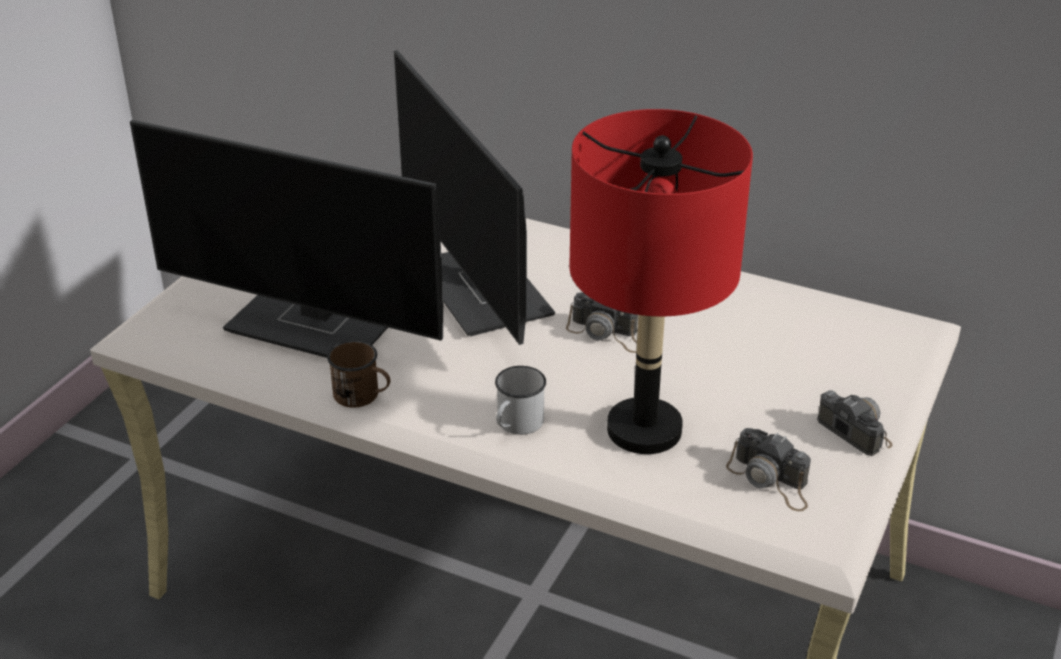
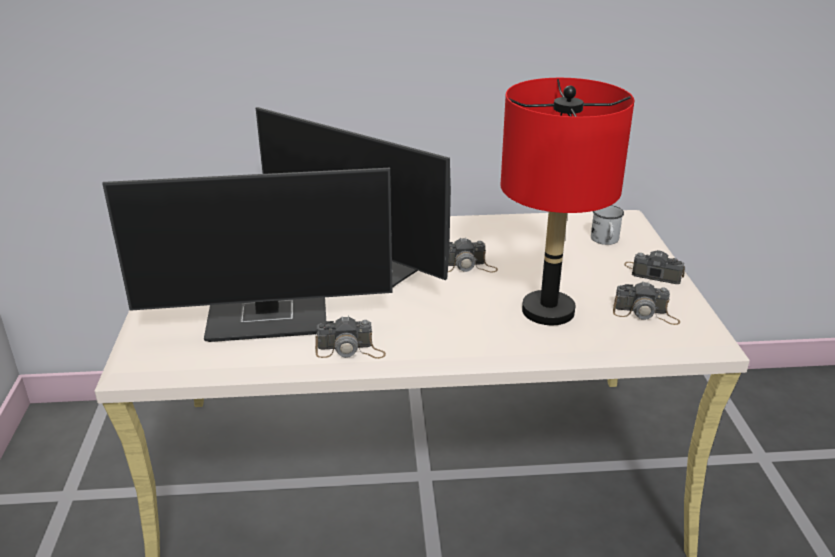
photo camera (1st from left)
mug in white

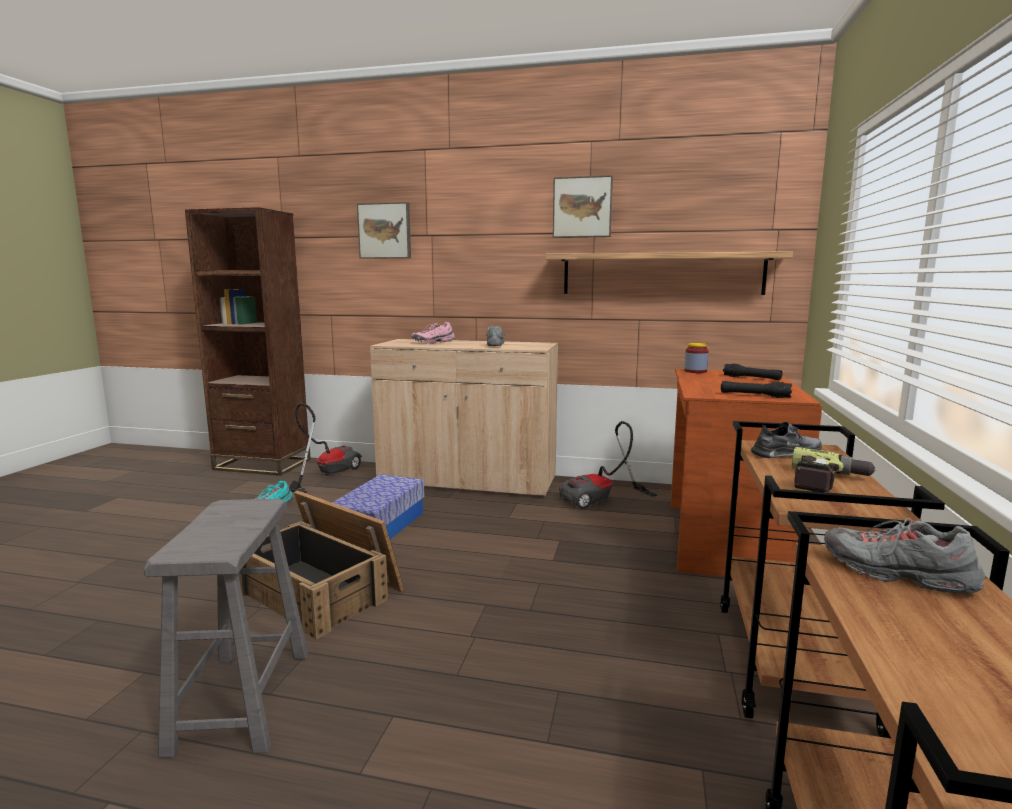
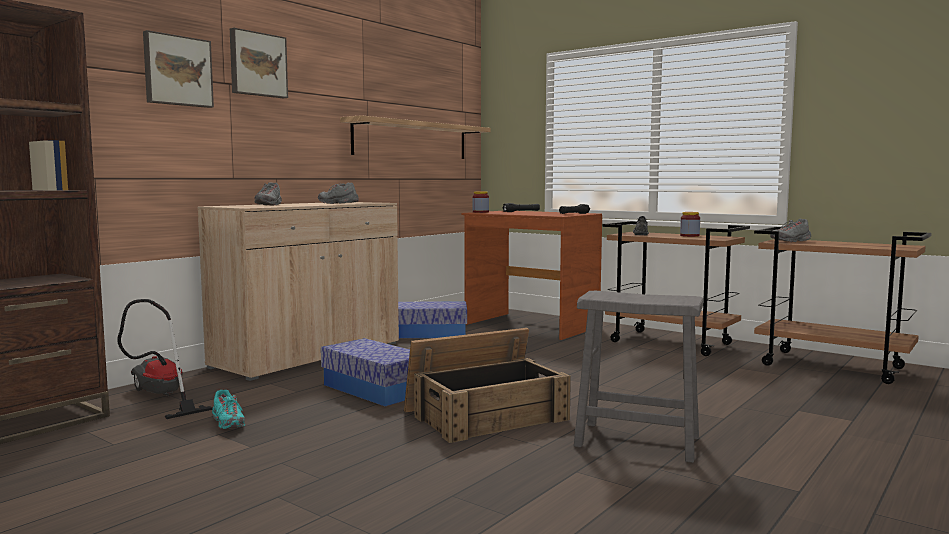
picture (2nd from left)
shoe in grey (1st from left)
storage box (2nd from left)
jar (2nd from left)

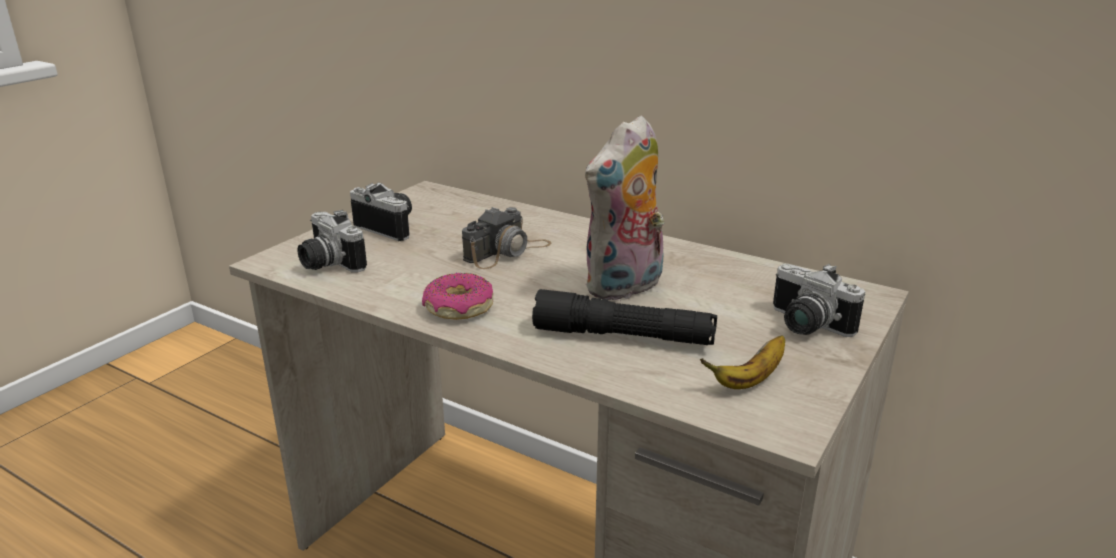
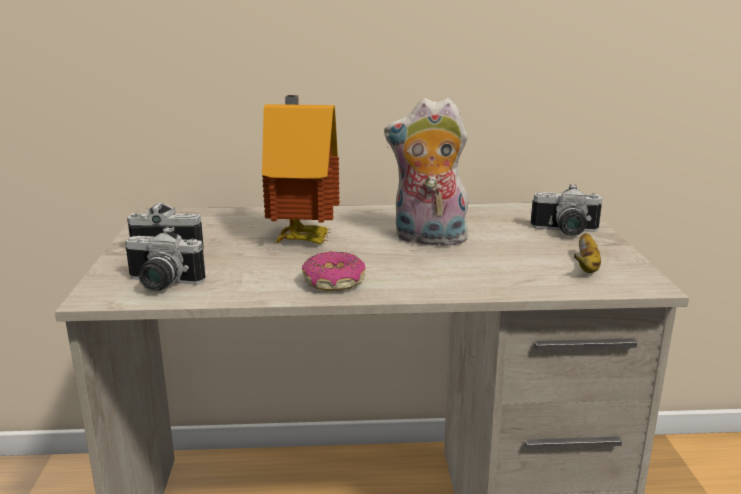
plush toy
toy house
flashlight in black

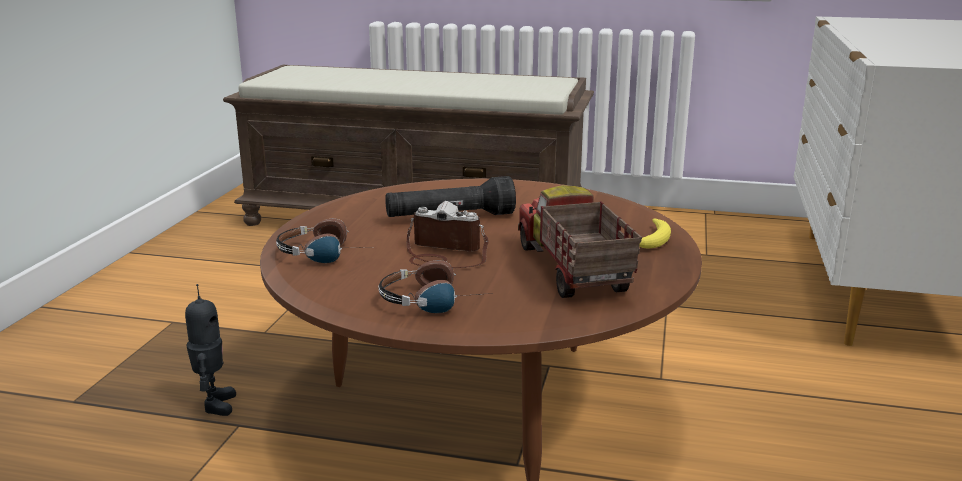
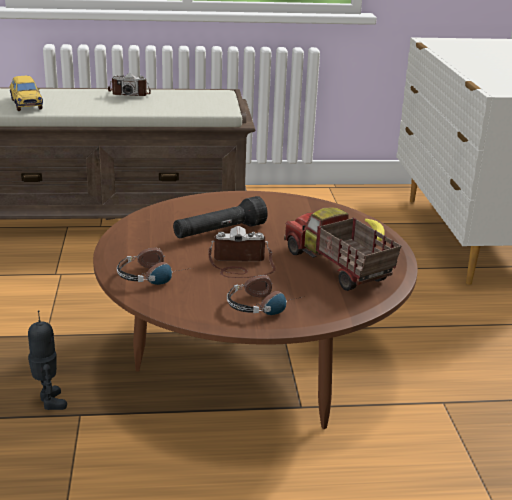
photo camera (1st from left)
toy car

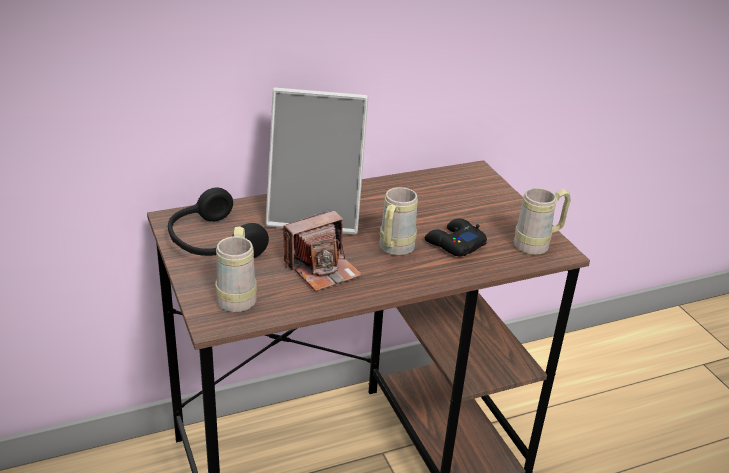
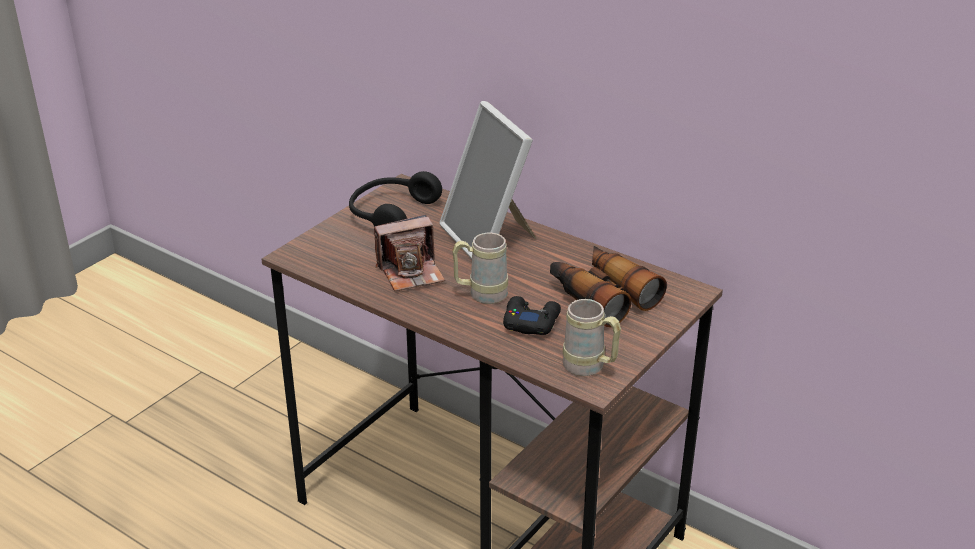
photo camera
mug in beige (1st from left in the first image)
binoculars

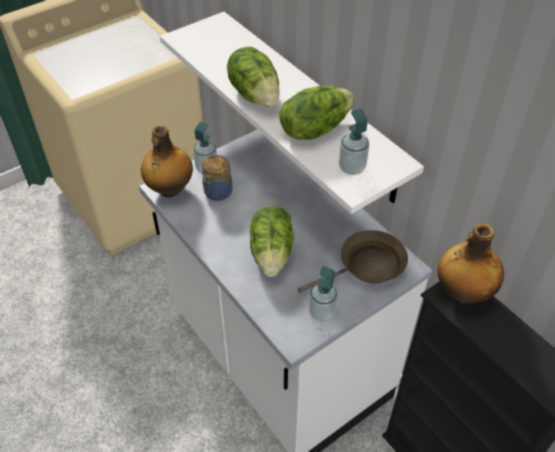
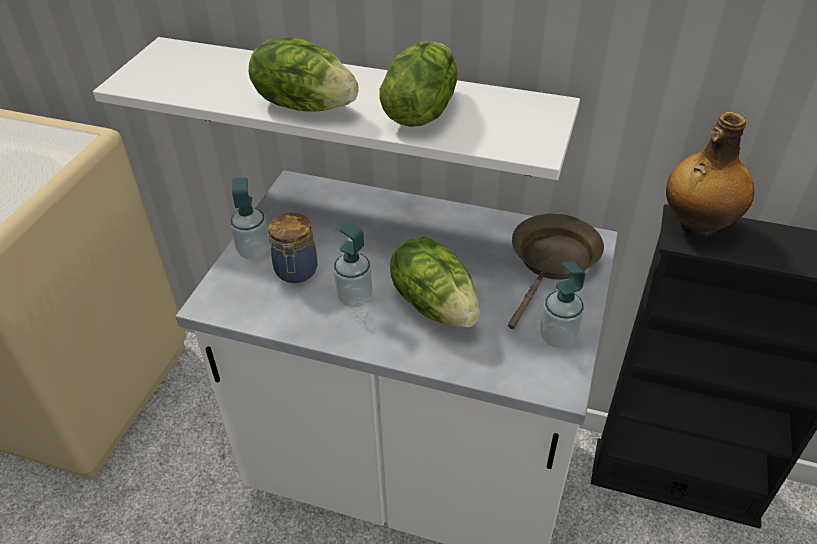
soap dispenser (2nd from left)
bottle (1st from left in the first image)

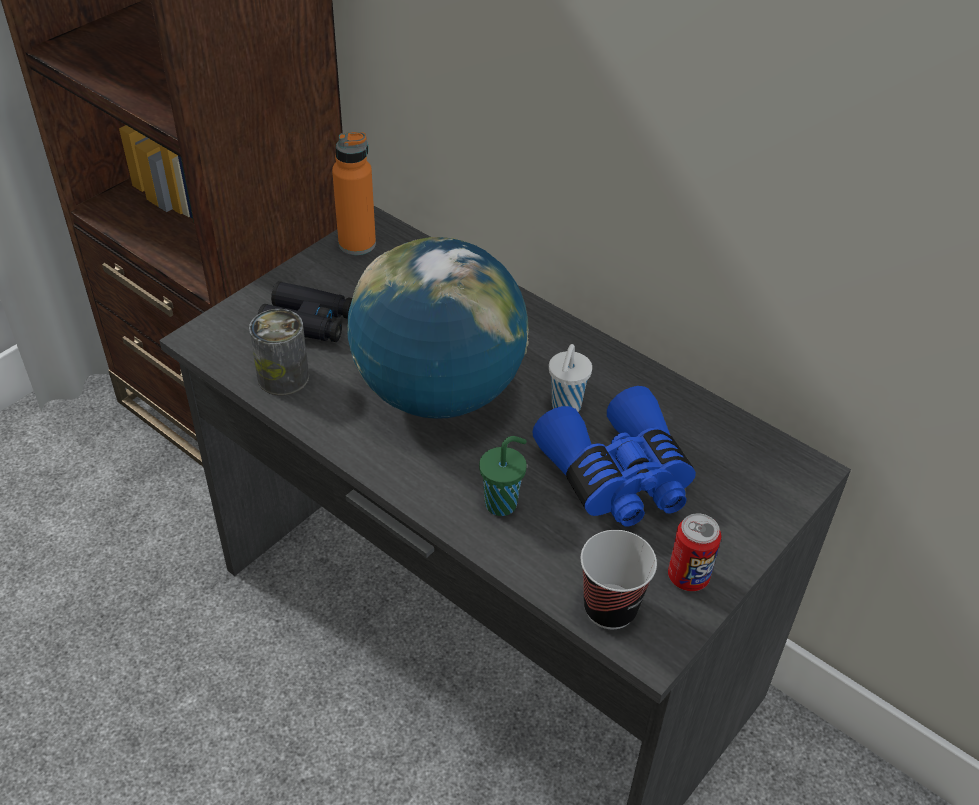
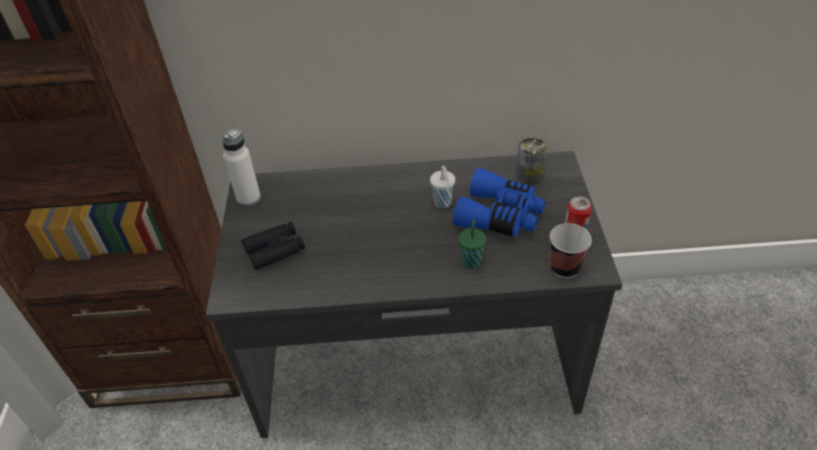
bottle in white
globe
can (1st from left)

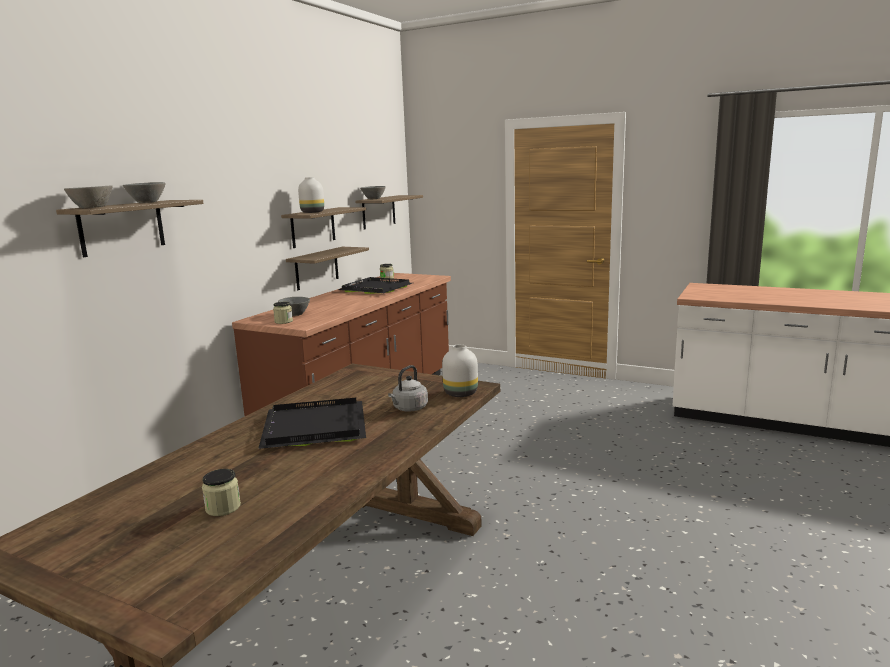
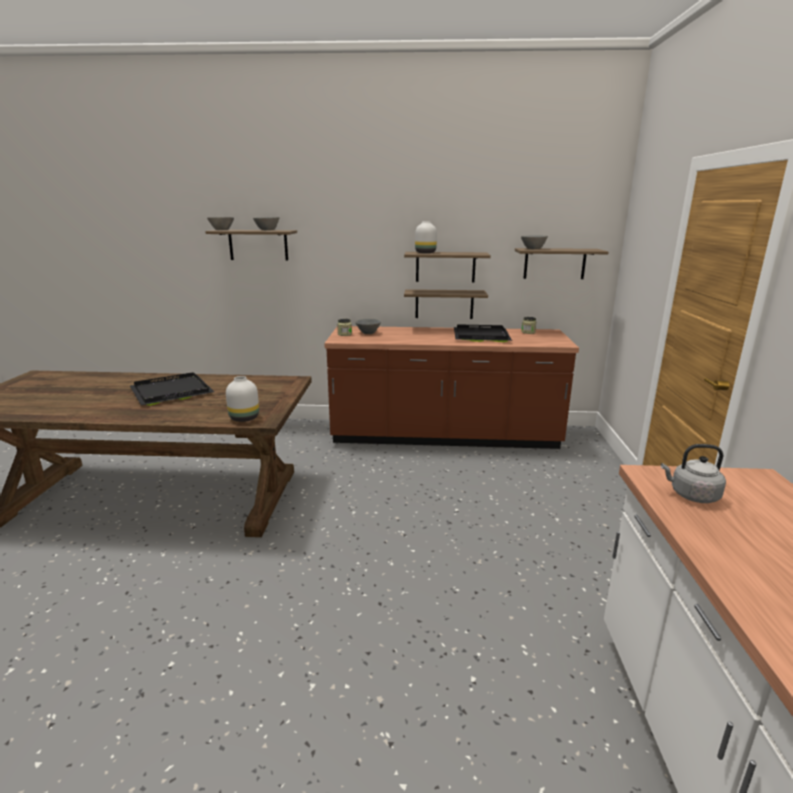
kettle in grey
jar (1st from left in the first image)

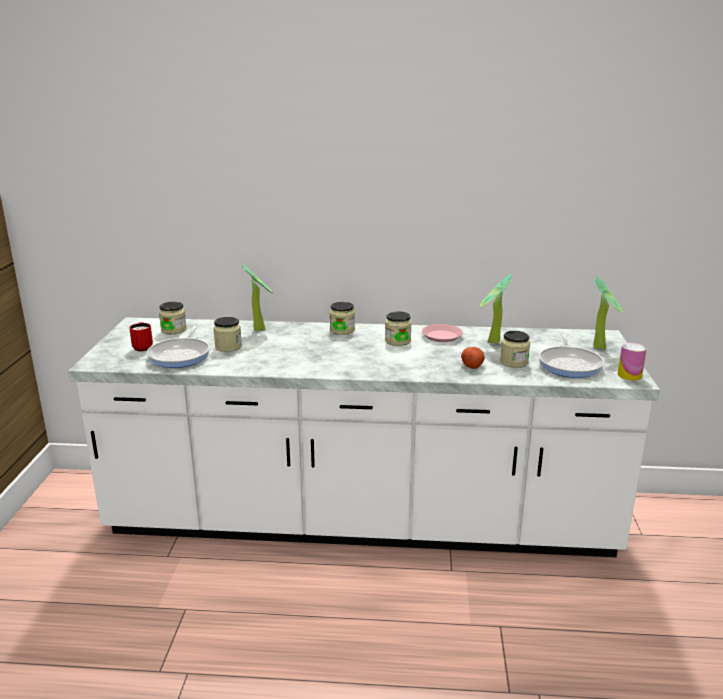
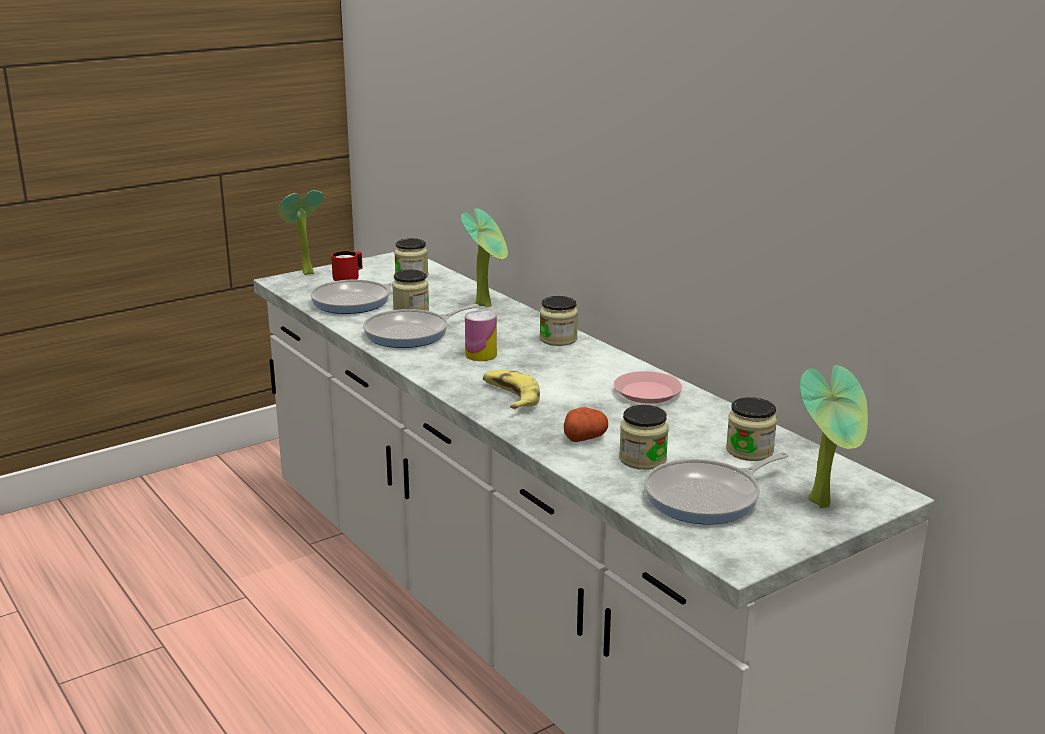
potted plant (1st from left)
jar (5th from left)
can
frying pan (2nd from left)
banana

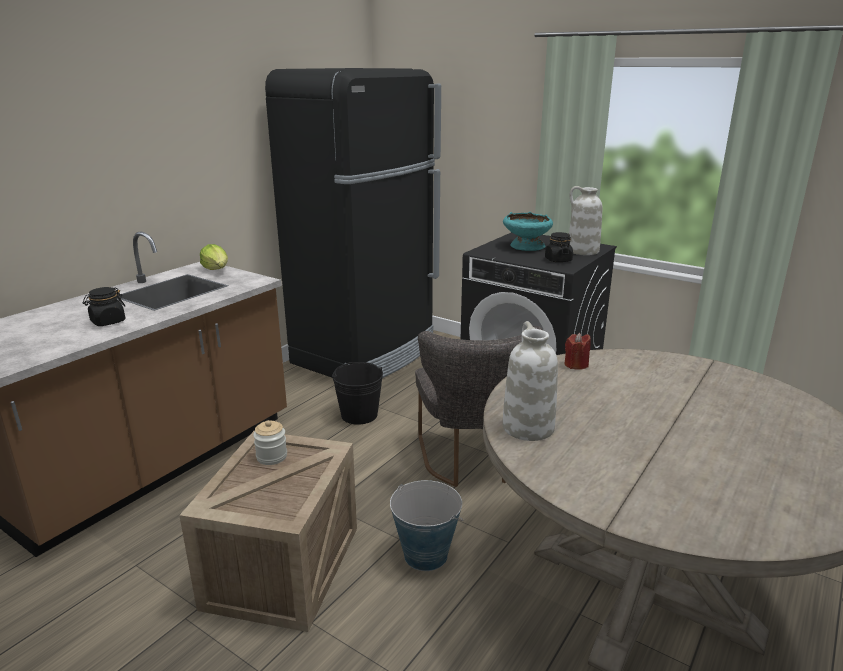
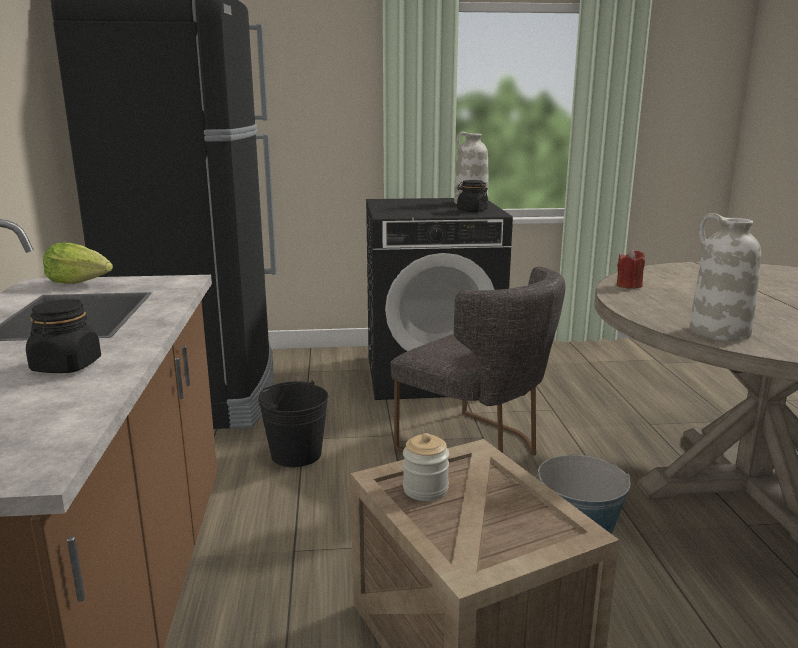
bowl in turquoise

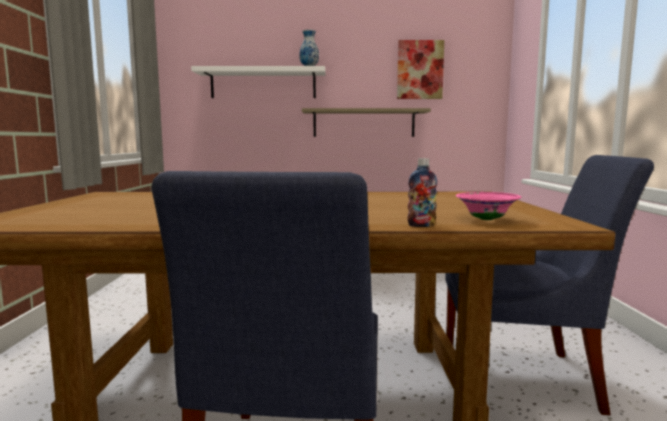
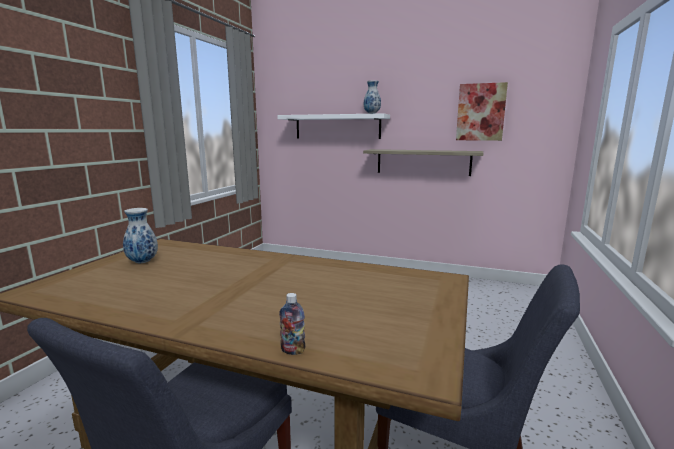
bowl in pink
vase (1st from left)

